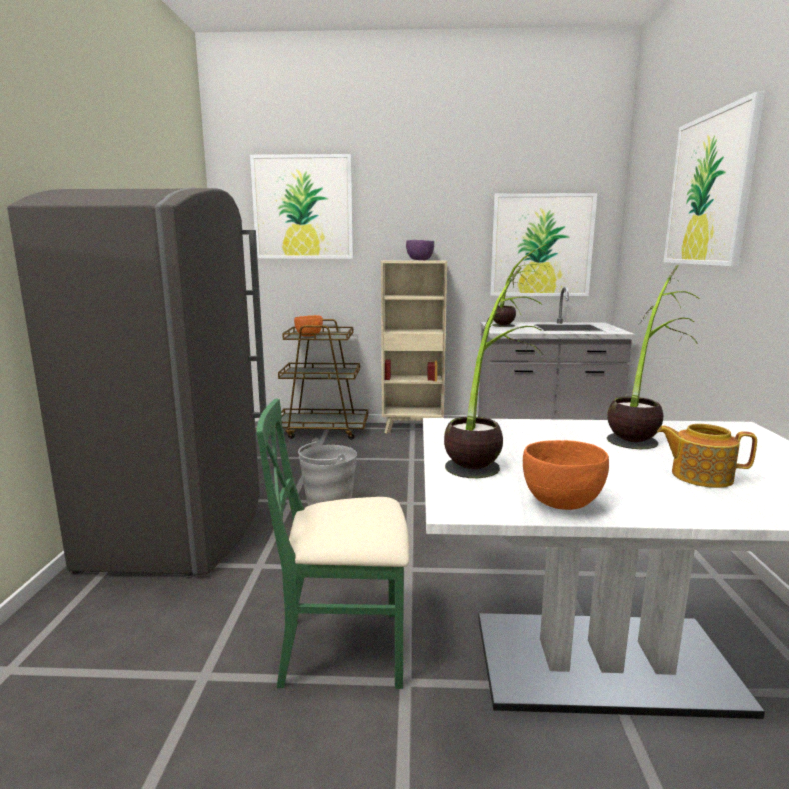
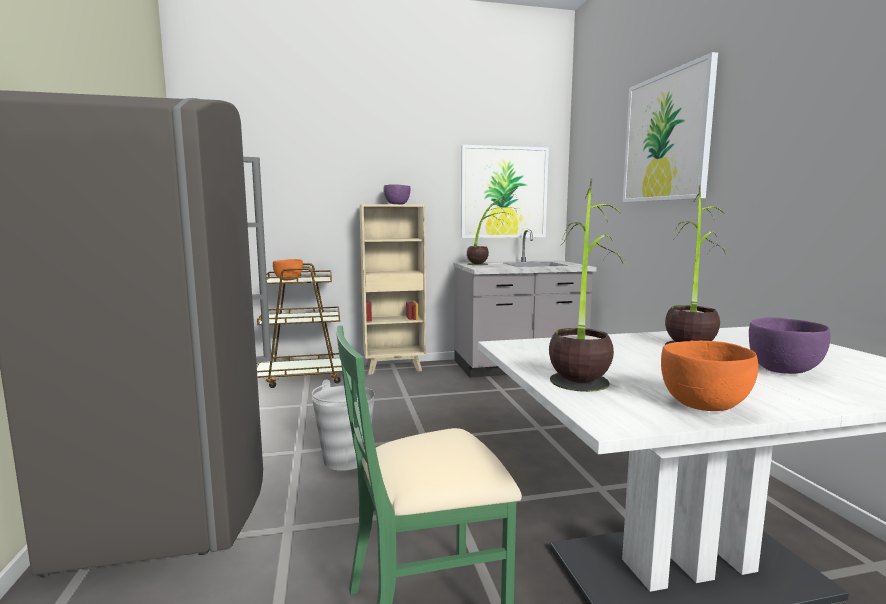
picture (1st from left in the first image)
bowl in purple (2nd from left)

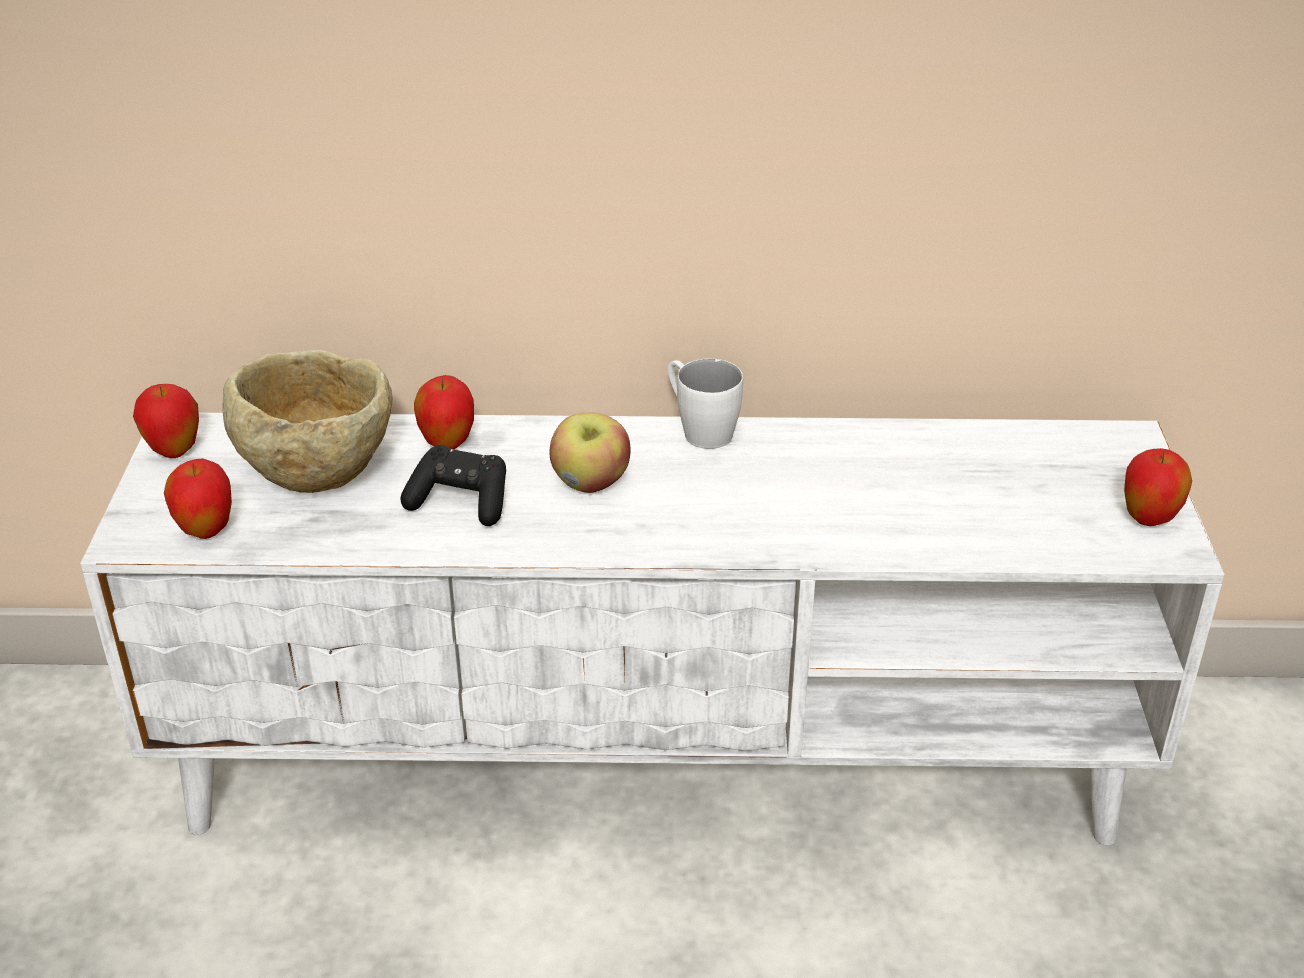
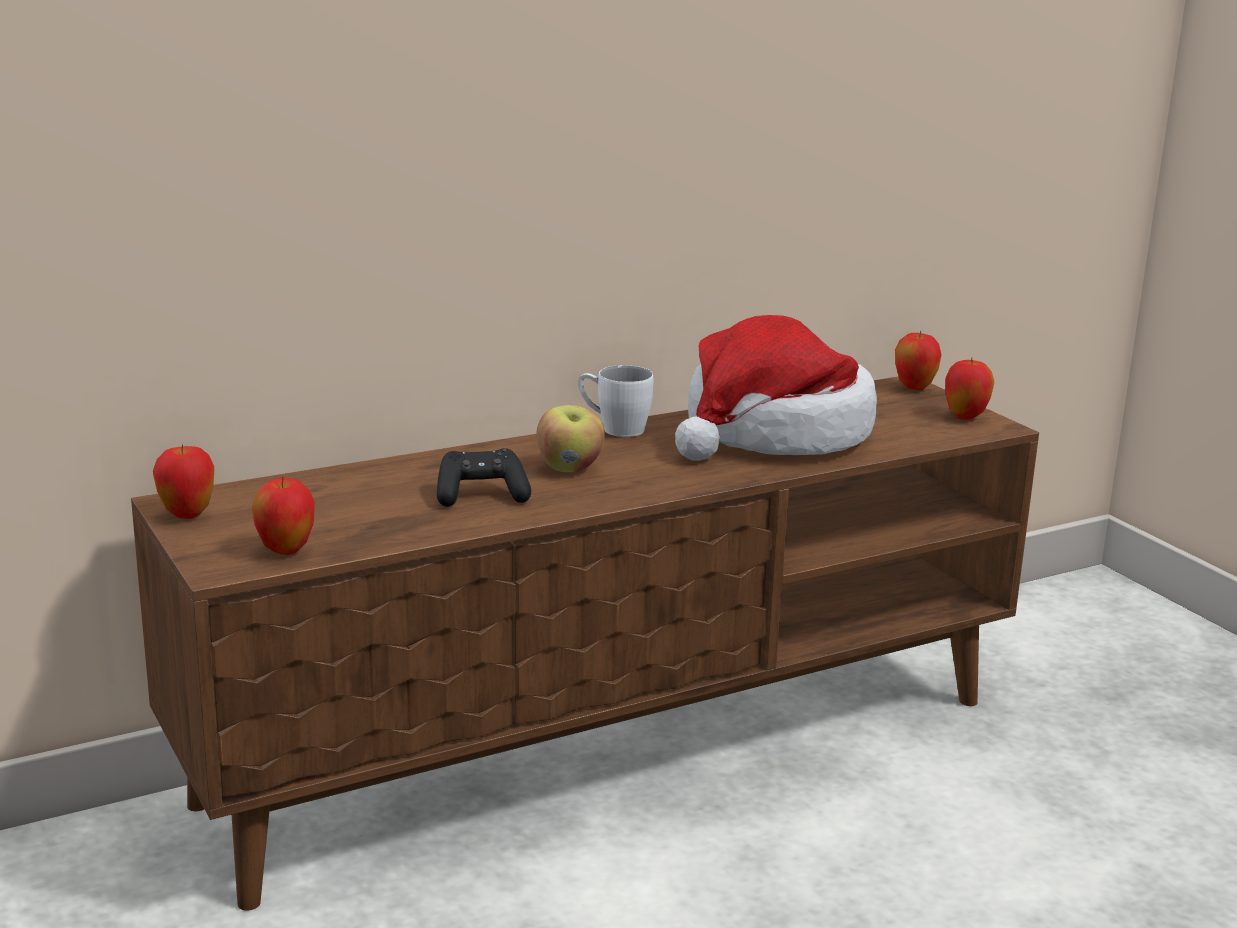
bowl in beige
apple (4th from left)
tv stand in brown
hat

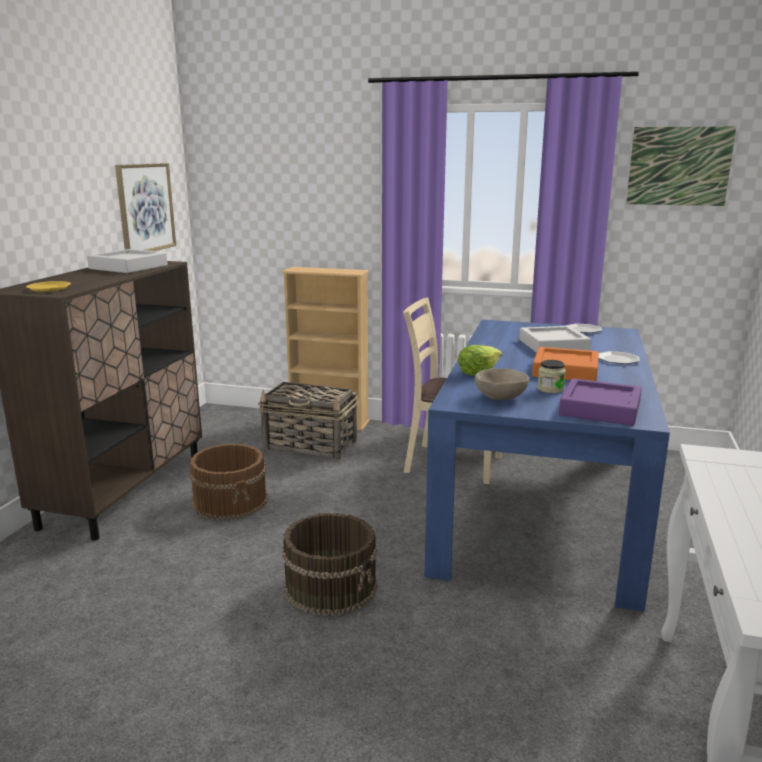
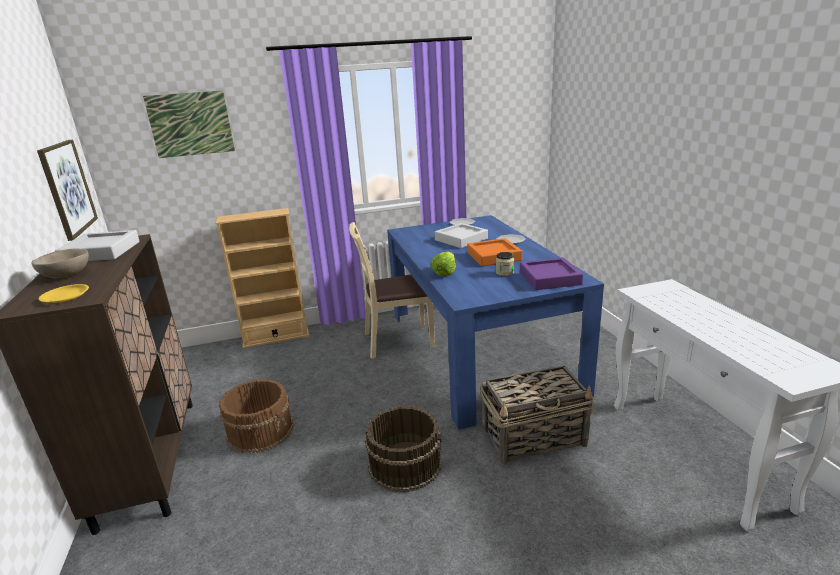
picture (2nd from left)
bowl in beige
basket

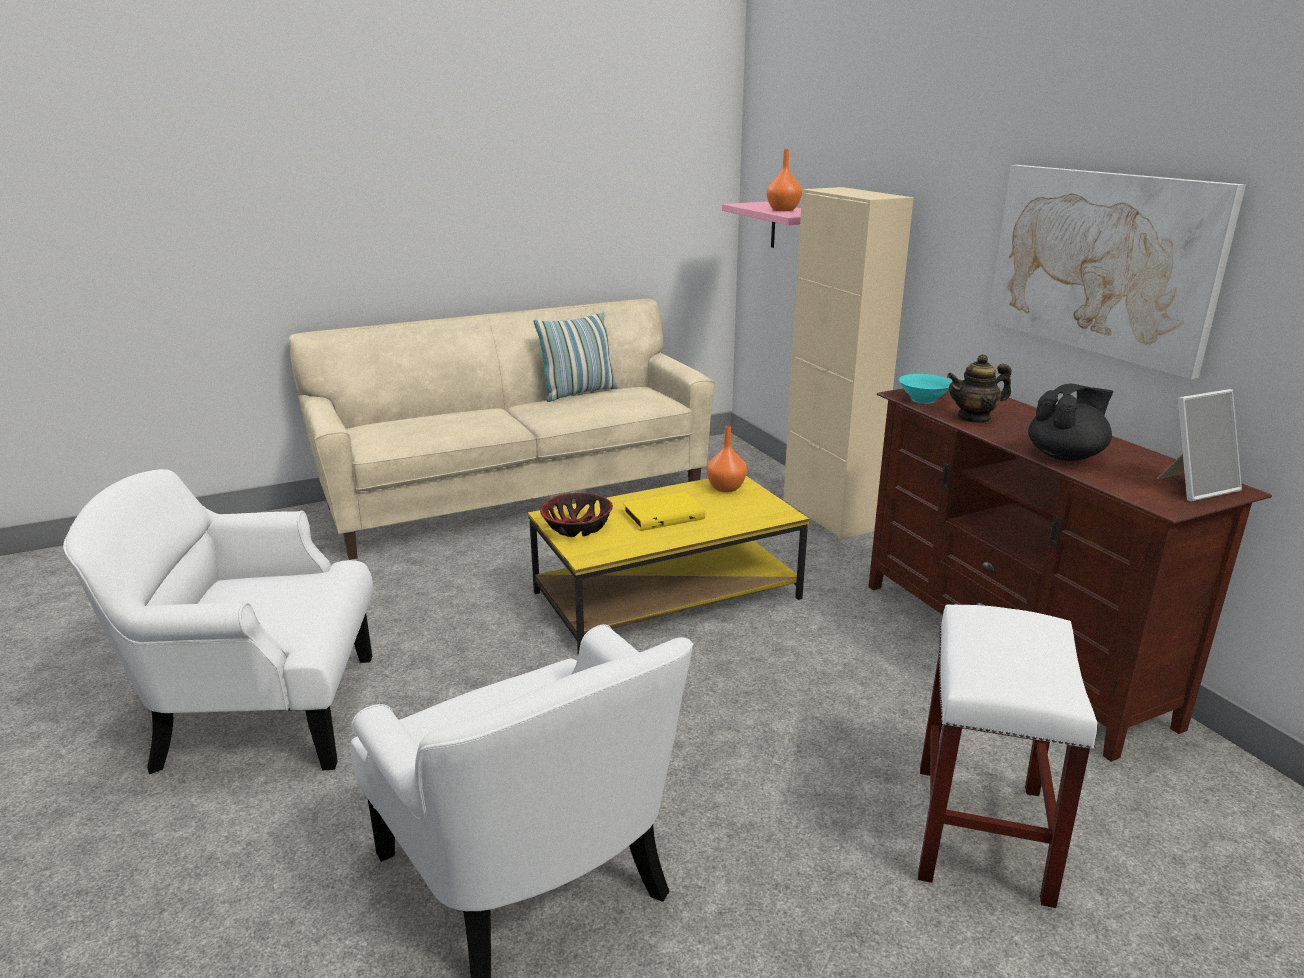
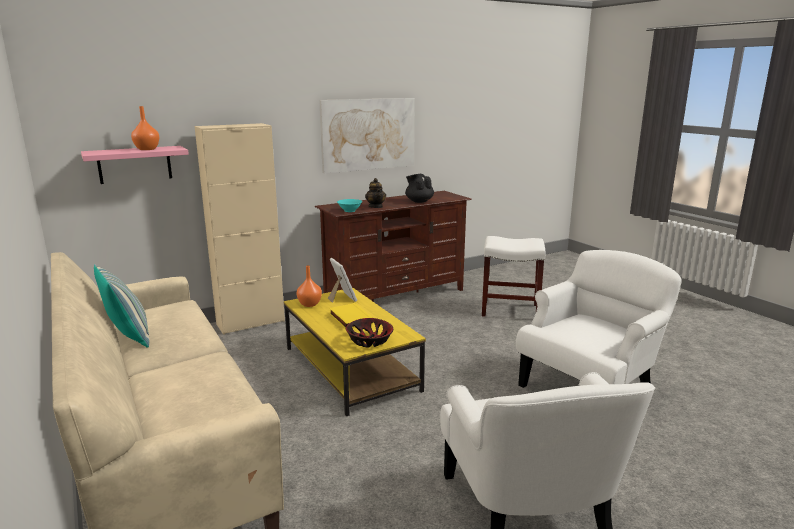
picture frame

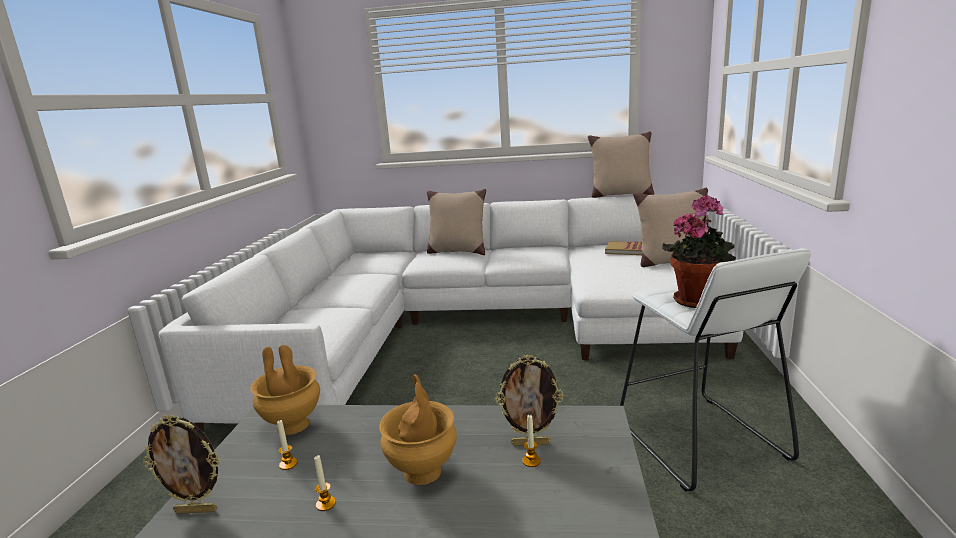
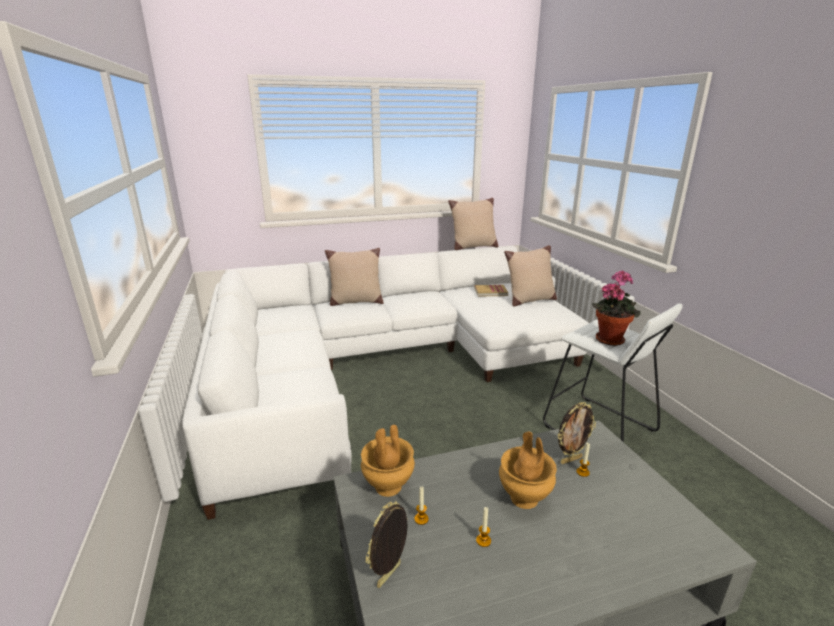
picture frame (1st from left)

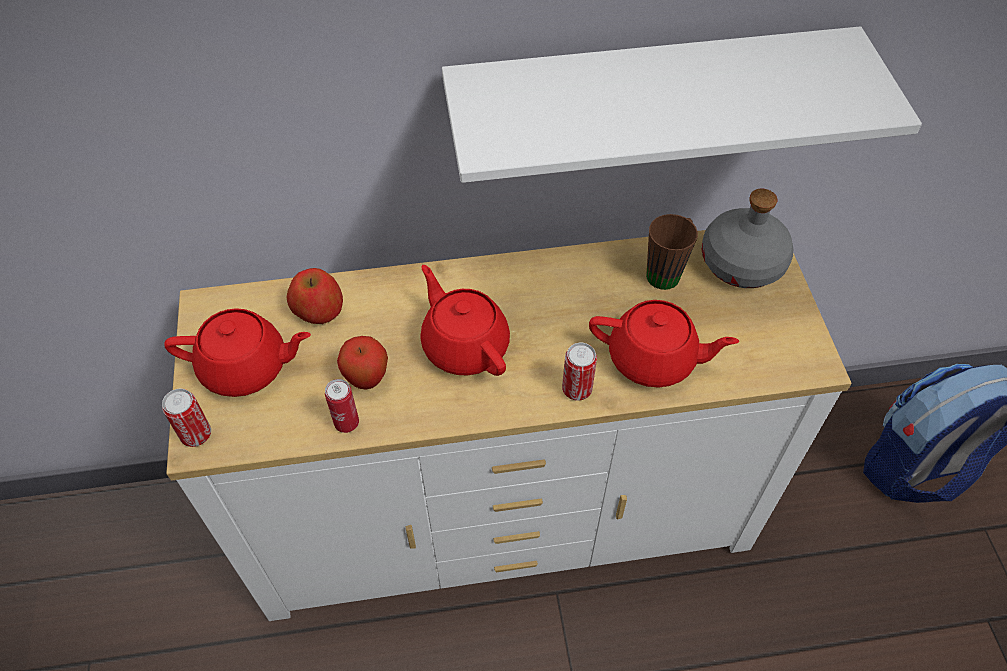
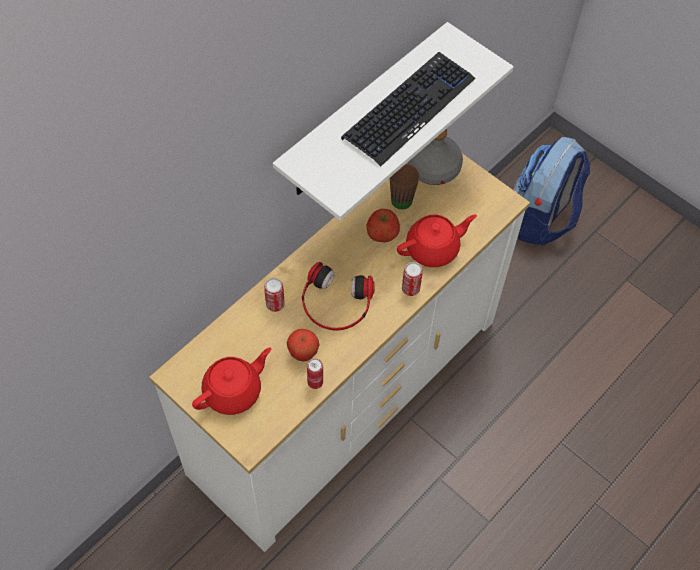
headphones
apple (2nd from left)
can (1st from left)
keyboard

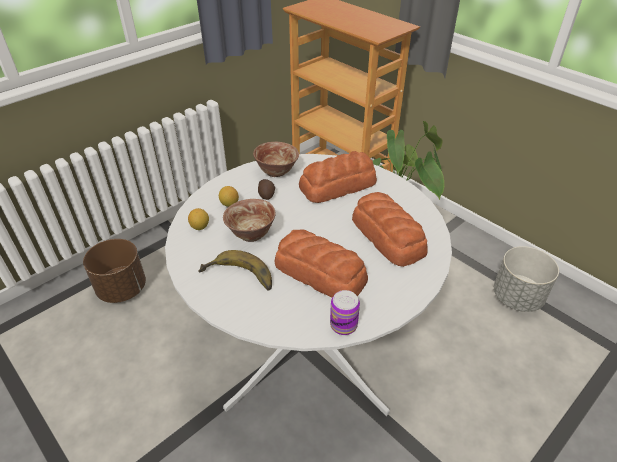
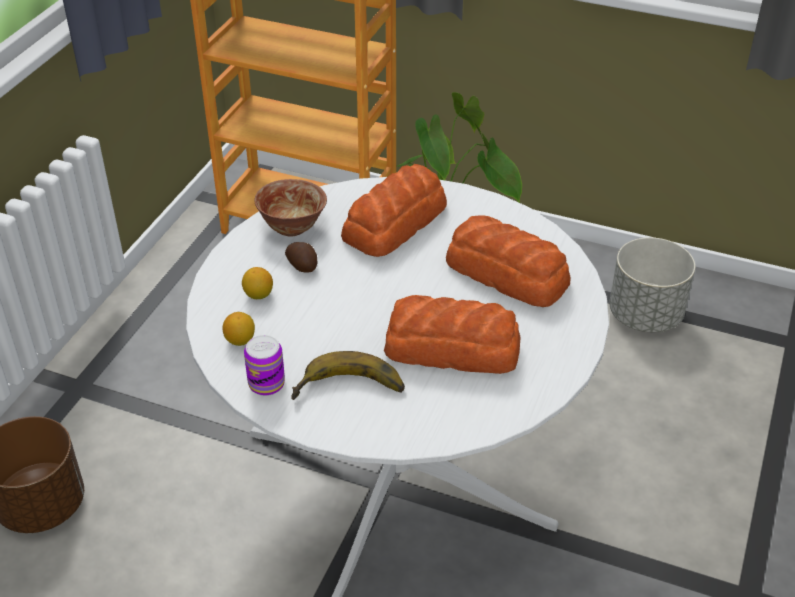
bowl (1st from left in the first image)
can

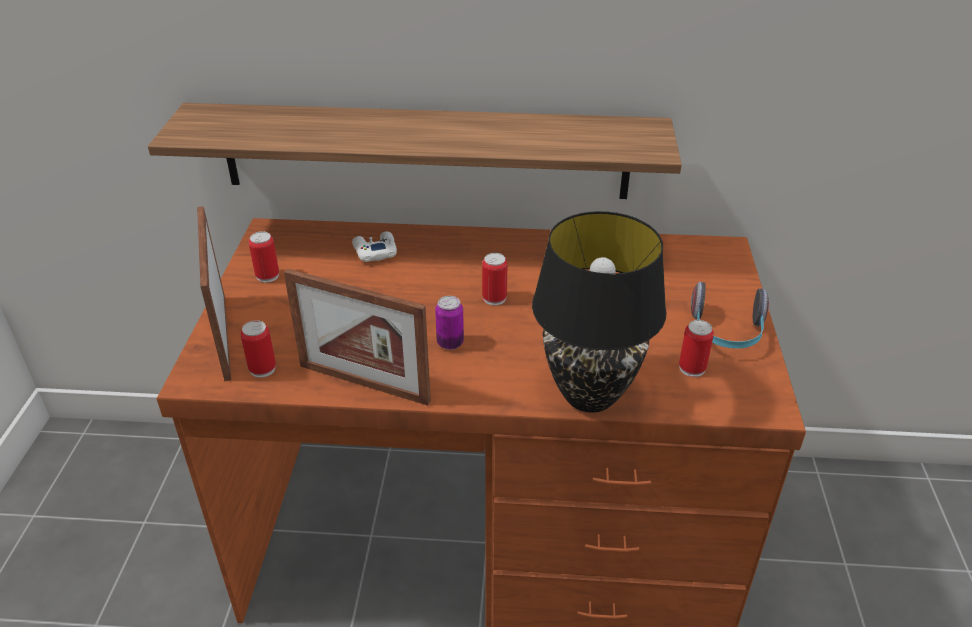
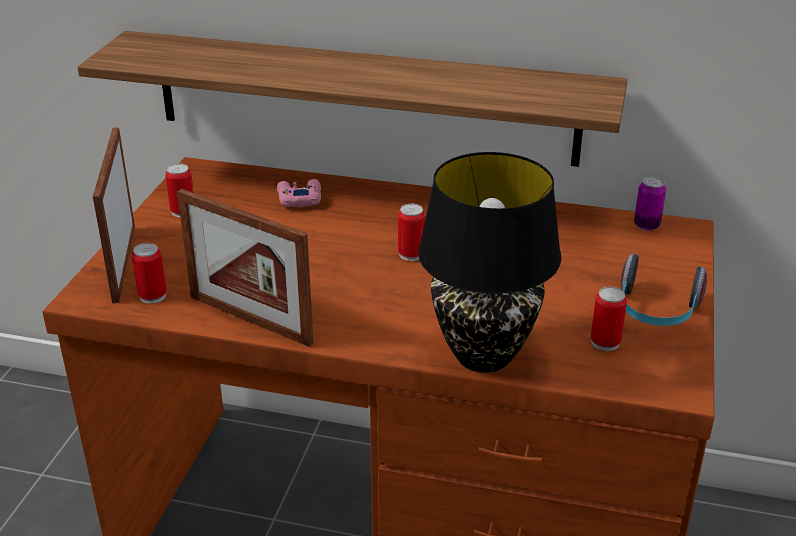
game controller in pink
can (5th from left)

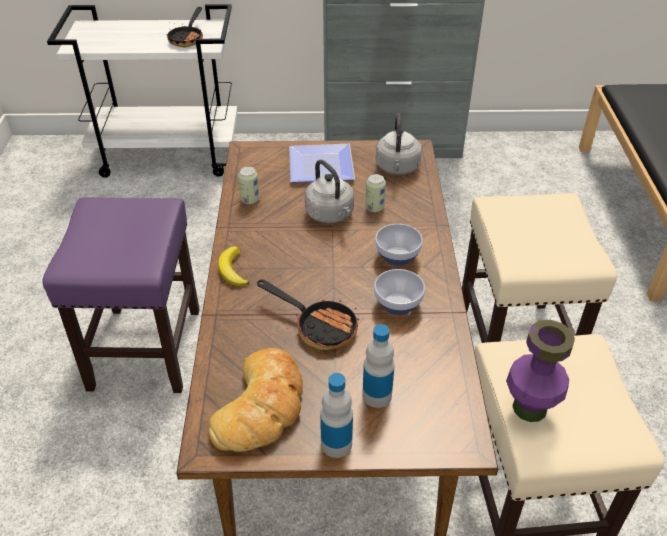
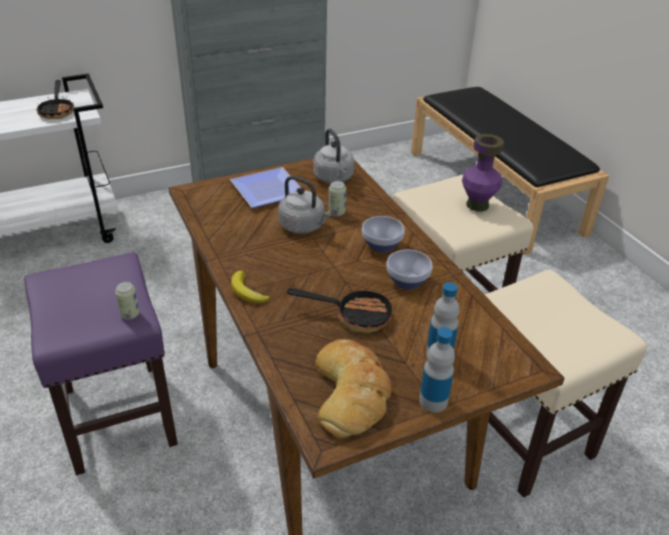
can (1st from left)
vase in purple

